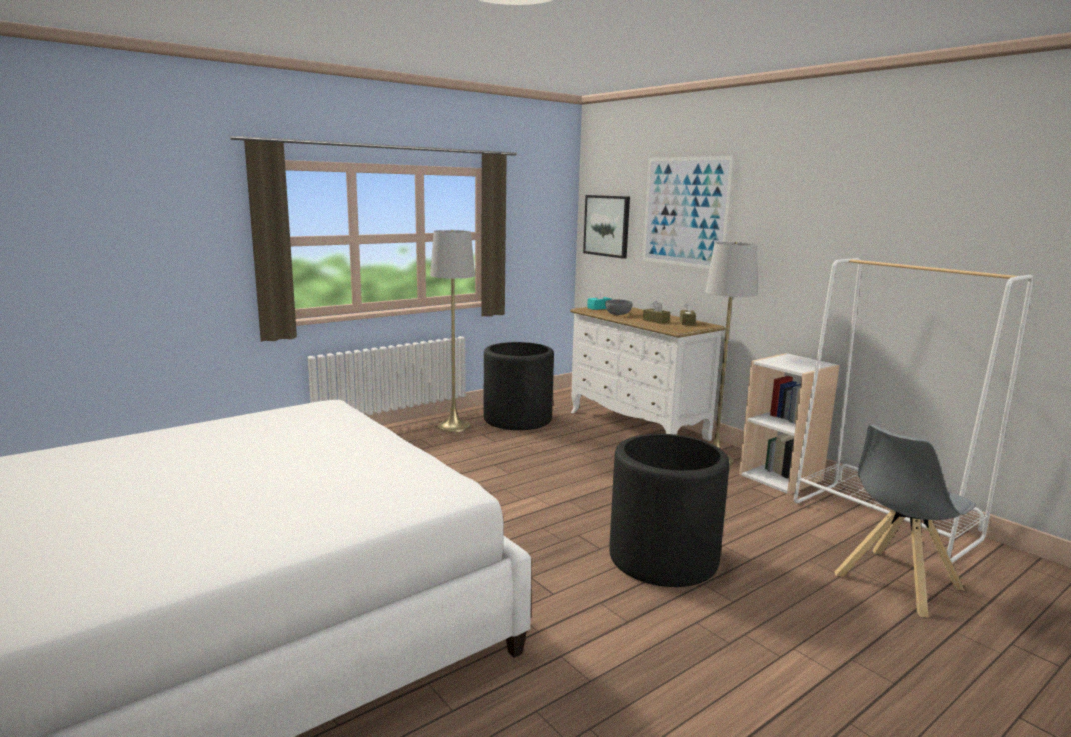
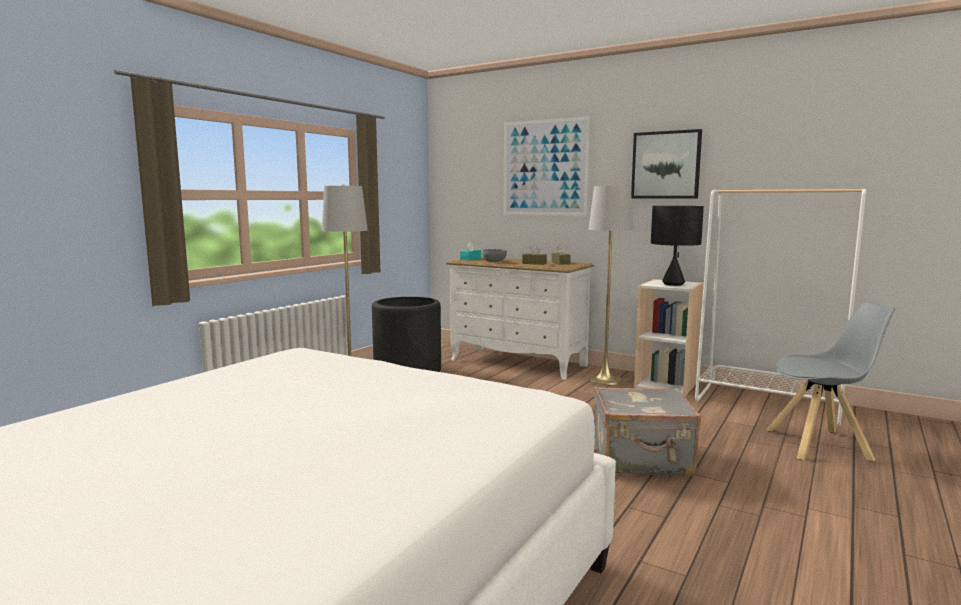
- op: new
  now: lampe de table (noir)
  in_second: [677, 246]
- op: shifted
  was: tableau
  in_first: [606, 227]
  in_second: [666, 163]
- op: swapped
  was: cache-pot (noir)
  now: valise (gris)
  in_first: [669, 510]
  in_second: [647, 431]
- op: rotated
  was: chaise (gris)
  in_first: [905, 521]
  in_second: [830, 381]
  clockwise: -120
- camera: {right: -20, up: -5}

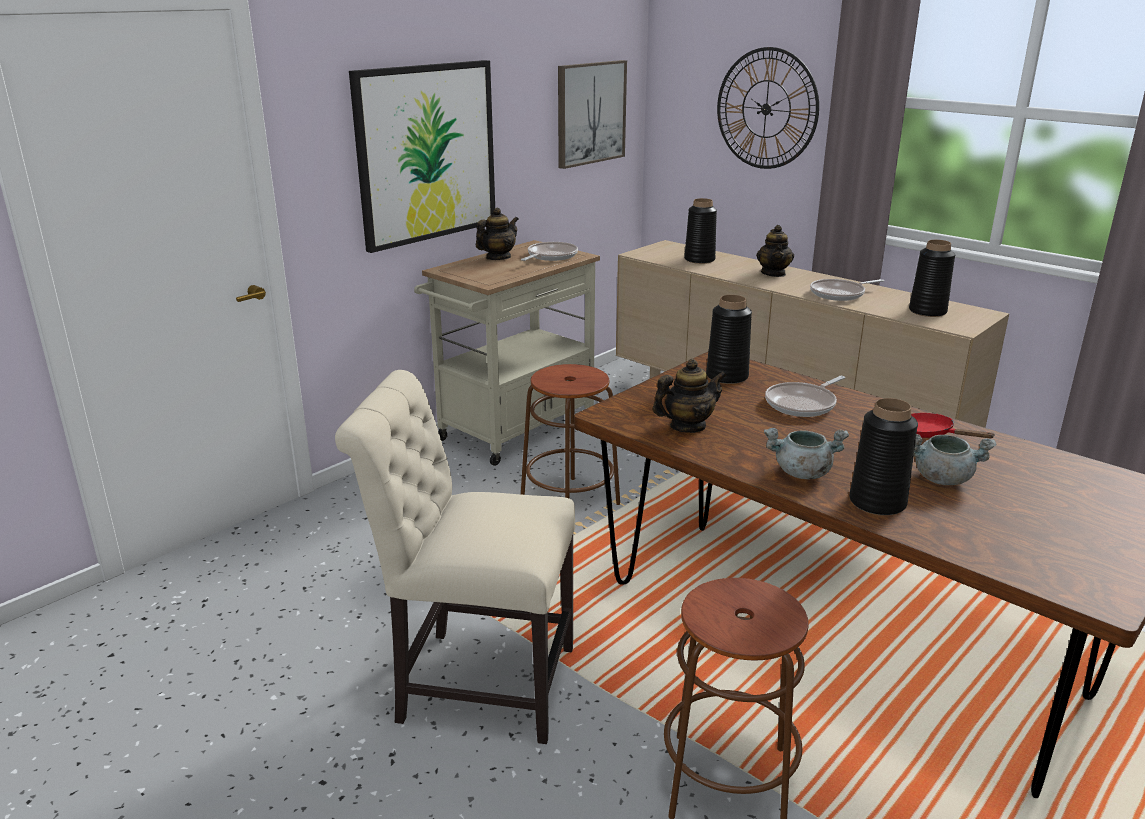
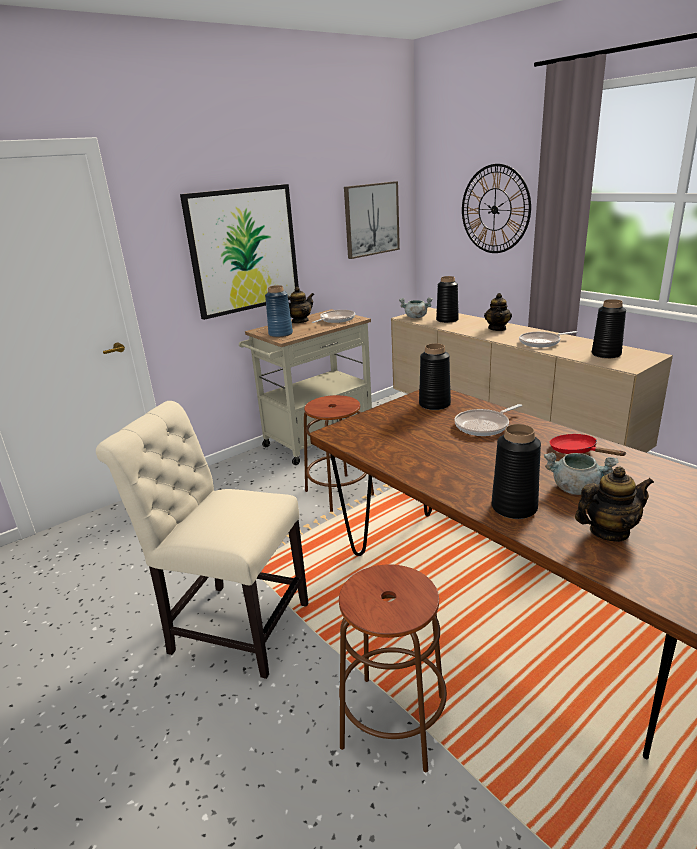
- op: new
  now: vase (bleu)
  in_second: [279, 311]
- op: shifted
  was: théière
  in_first: [689, 396]
  in_second: [614, 504]
- op: shifted
  was: marmite (gris)
  in_first: [806, 453]
  in_second: [416, 308]
- camera: {right: 10, up: 0}

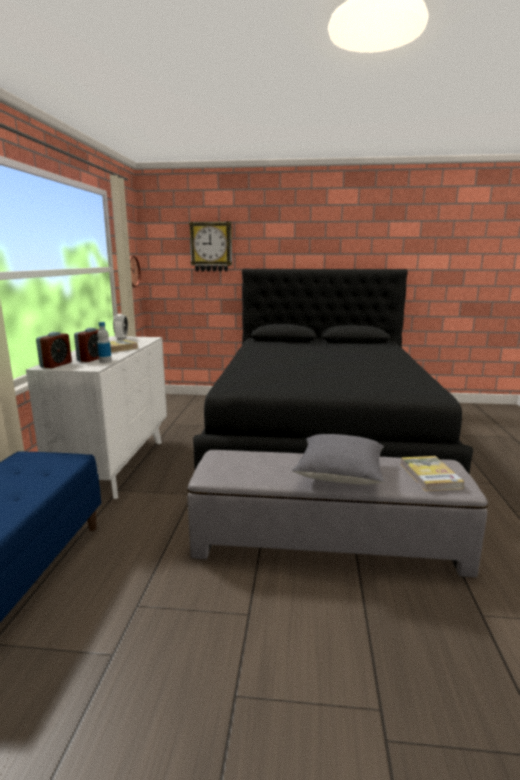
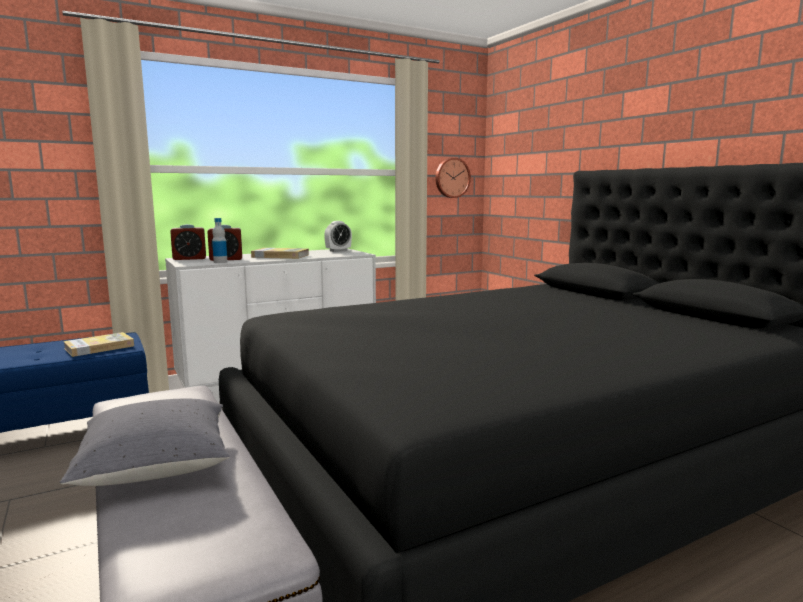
- op: gone
  was: horloge murale
  in_first: [210, 246]
- op: shifted
  was: livre
  in_first: [432, 473]
  in_second: [98, 344]
- camera: {right: 55, up: -5}

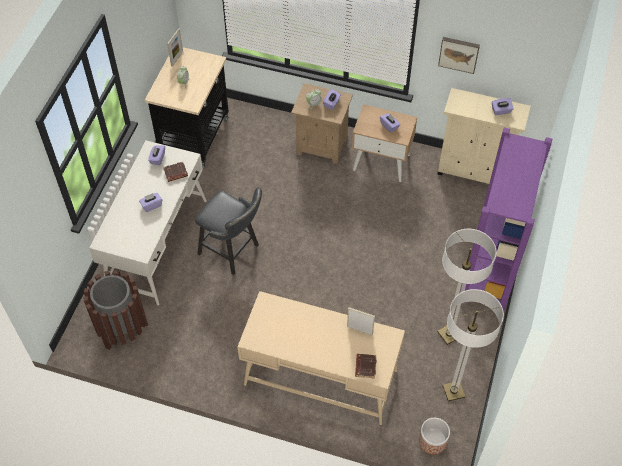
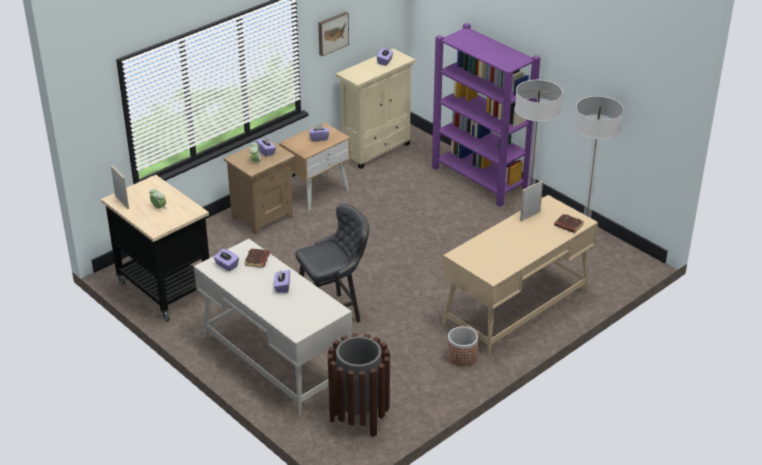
- op: shifted
  was: cache-pot
  in_first: [434, 436]
  in_second: [462, 346]
- camera: {right: -60, up: -20}

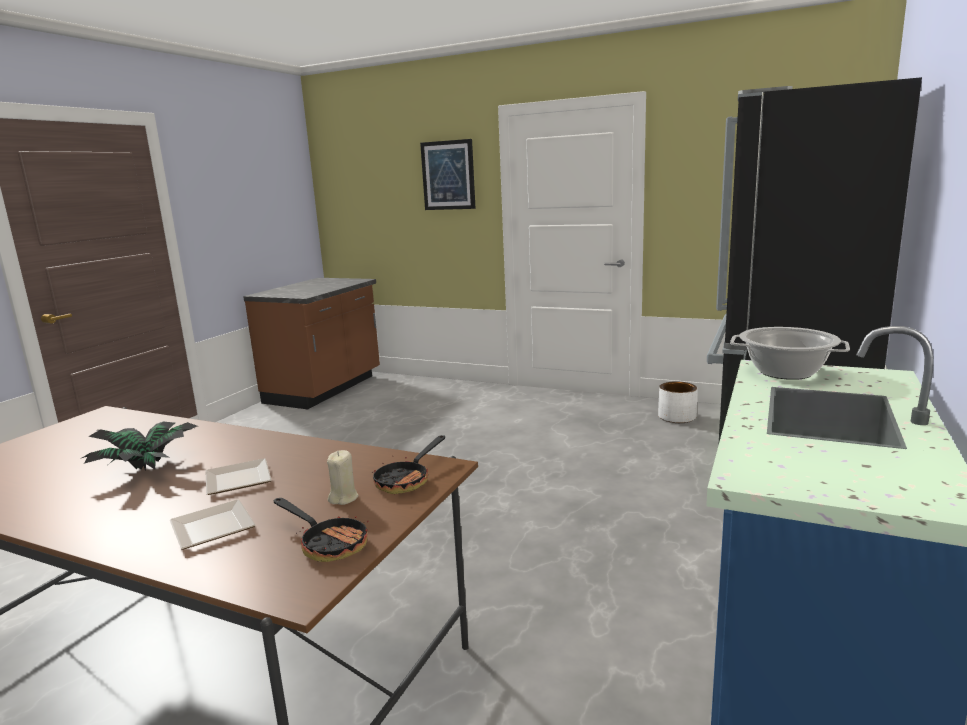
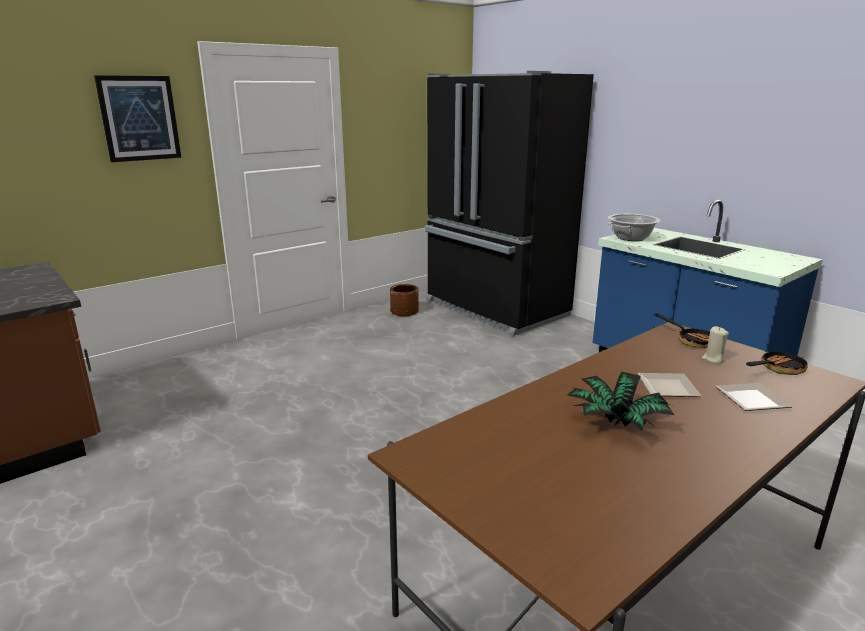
- op: repainted
  was: cache-pot (blanc)
  now: cache-pot (marron)
  in_first: [677, 402]
  in_second: [404, 300]
- camera: {right: -65, up: 5}

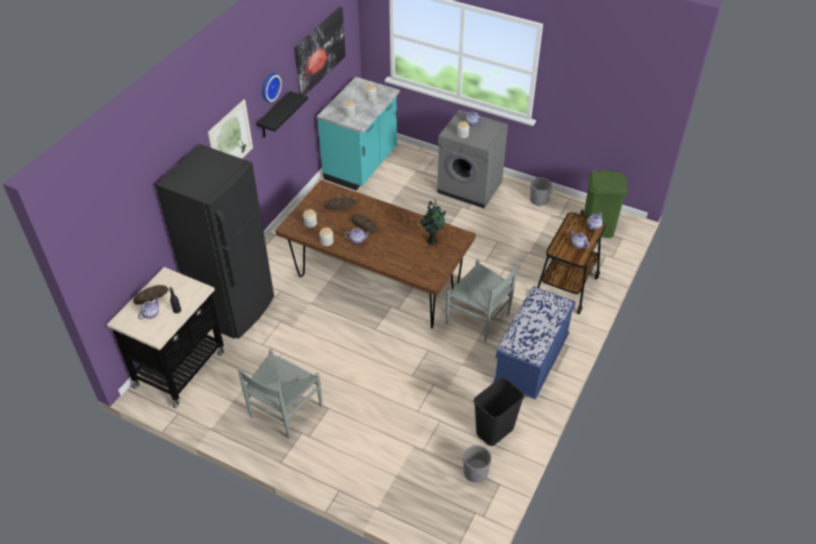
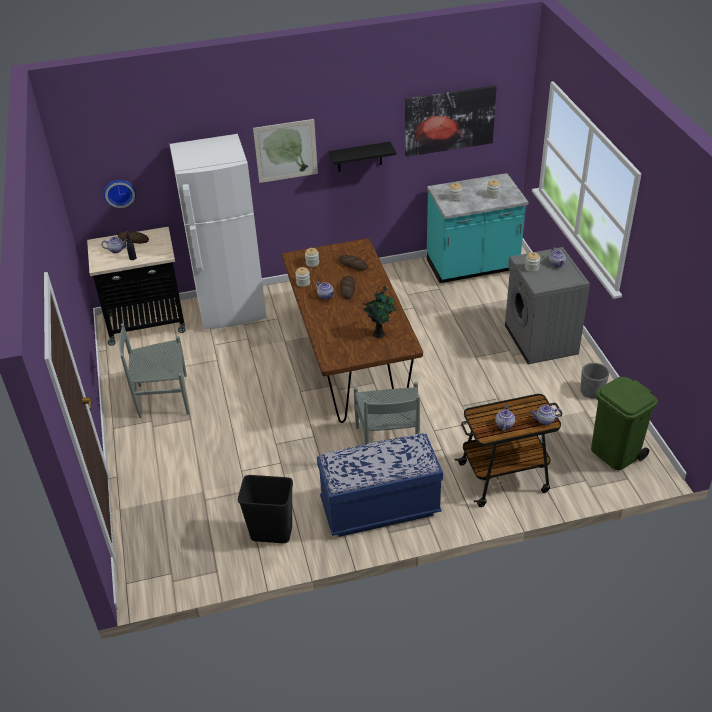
- op: gone
  was: cache-pot (gris)
  in_first: [477, 464]
- op: shifted
  was: horloge murale
  in_first: [272, 88]
  in_second: [119, 194]
- op: repainted
  was: réfrigérateur (noir)
  now: réfrigérateur (blanc)
  in_first: [214, 241]
  in_second: [218, 231]
- camera: {right: 50, up: -5}

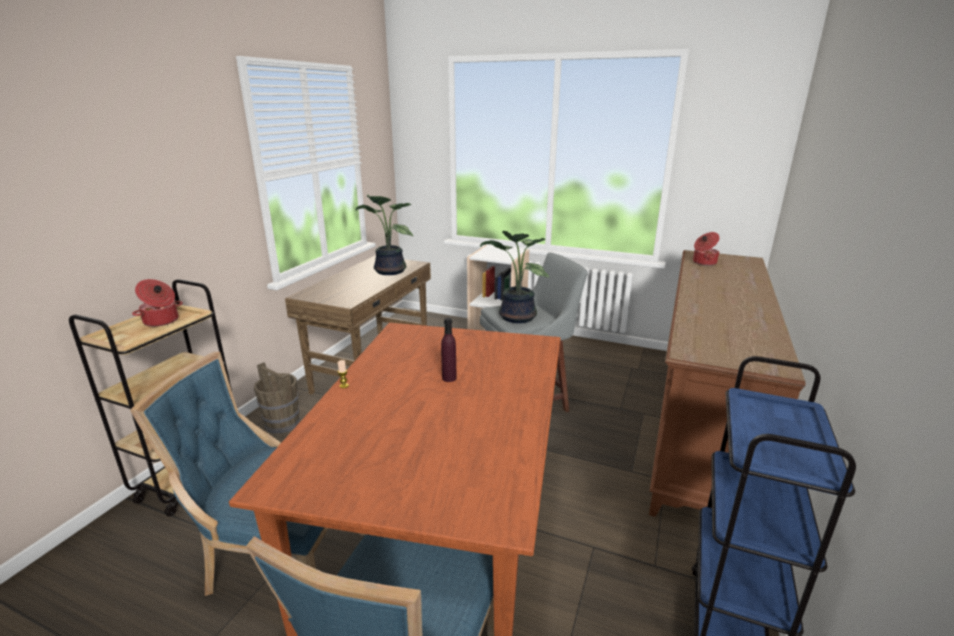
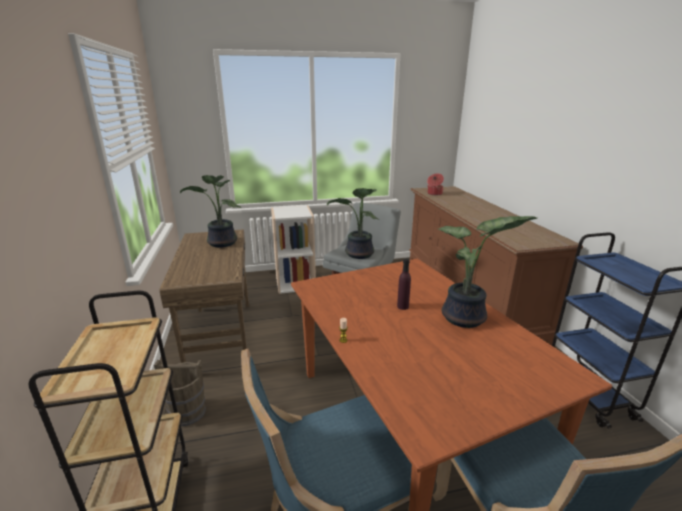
- op: gone
  was: marmite
  in_first: [157, 303]
- op: new
  now: plante en pot
  in_second: [487, 272]
- camera: {right: -35, up: 0}

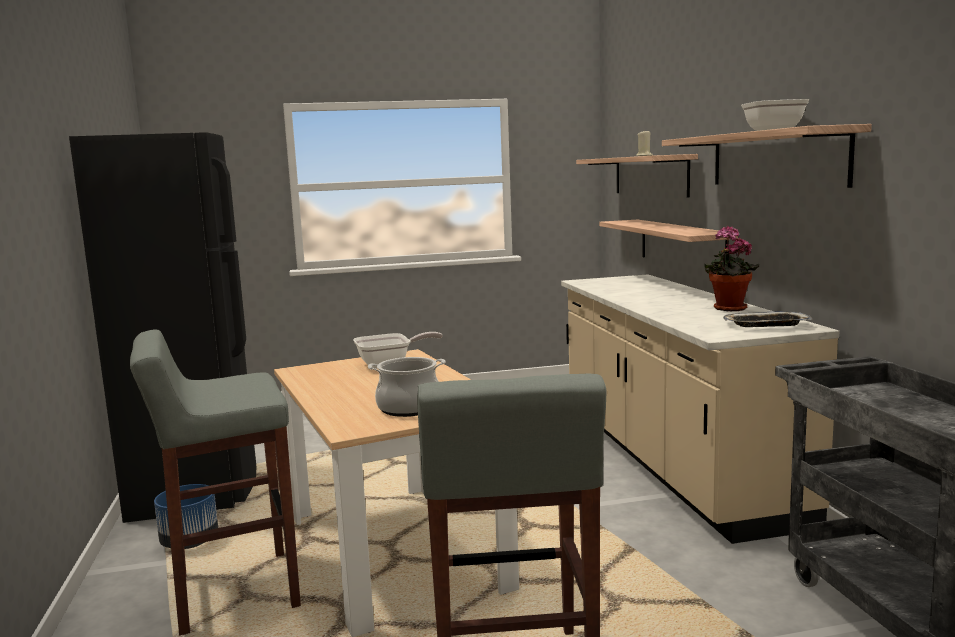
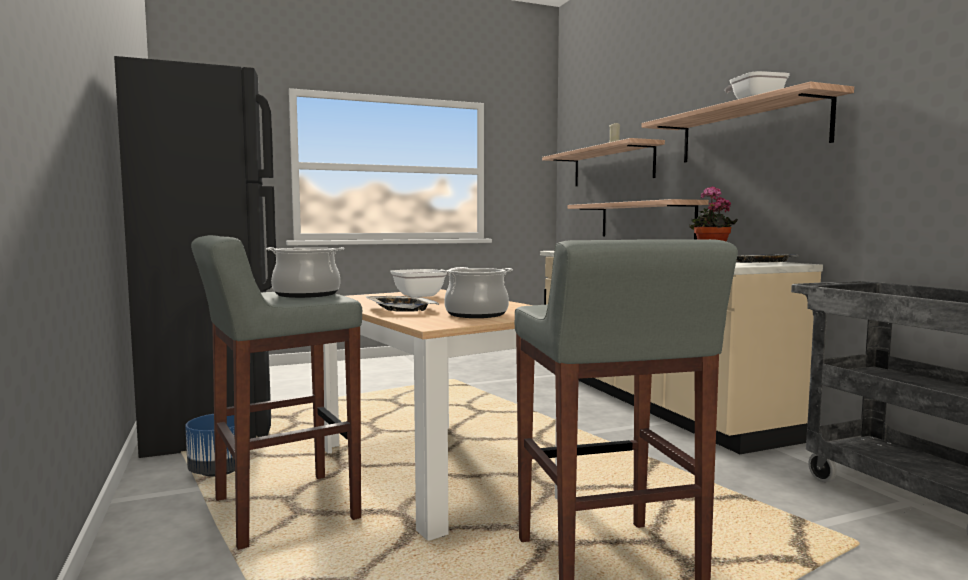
- op: new
  now: marmite
  in_second: [305, 272]
- op: new
  now: plateau
  in_second: [402, 304]
- camera: {right: -10, up: -5}

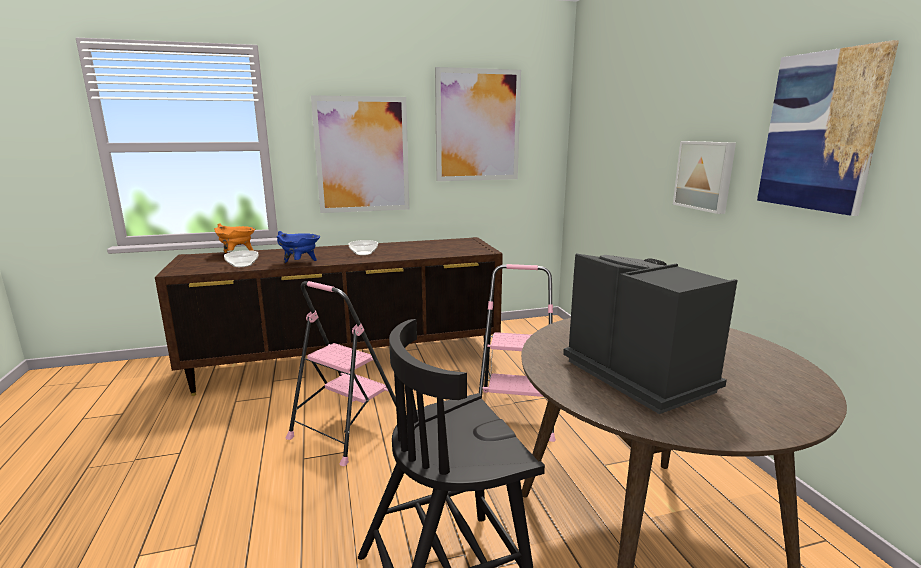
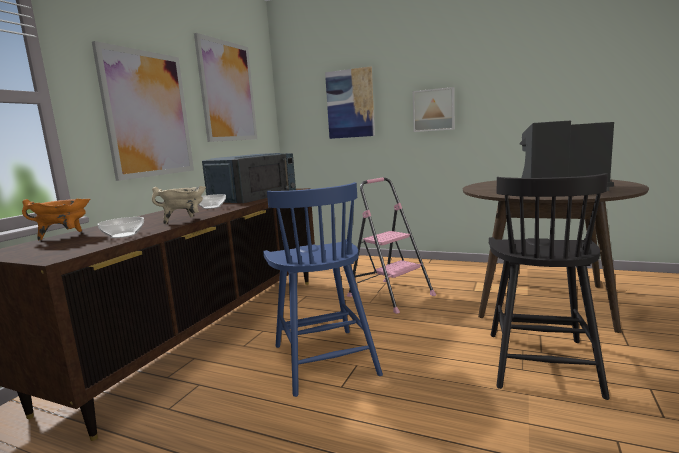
- op: new
  now: micro-ondes (bleu)
  in_second: [249, 178]
- op: shifted
  was: tableau
  in_first: [828, 128]
  in_second: [350, 102]
- op: swapped
  was: escabeau (rose)
  now: chaise (bleu)
  in_first: [341, 373]
  in_second: [323, 289]
- op: repainted
  was: marmite (bleu)
  now: marmite (beige)
  in_first: [298, 247]
  in_second: [179, 205]
- camera: {right: -50, up: -5}

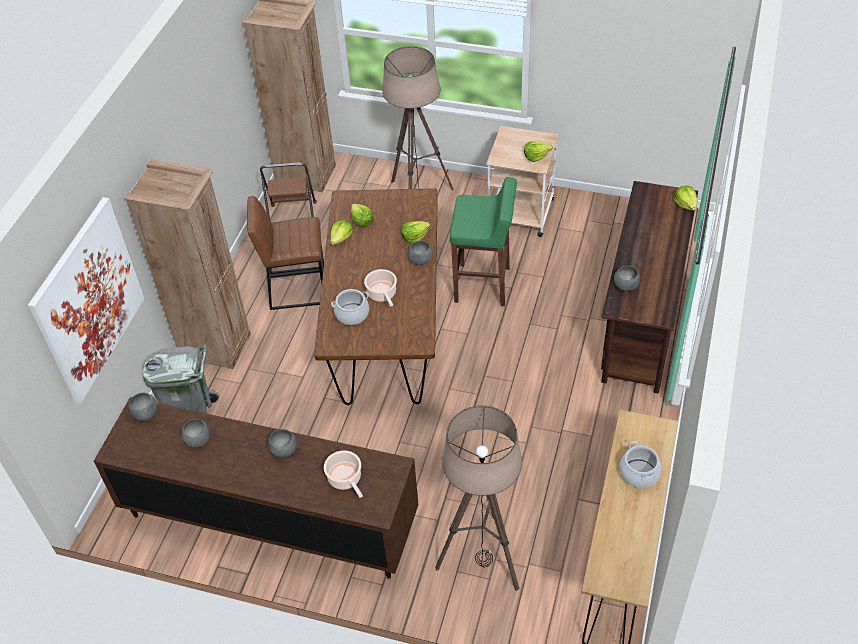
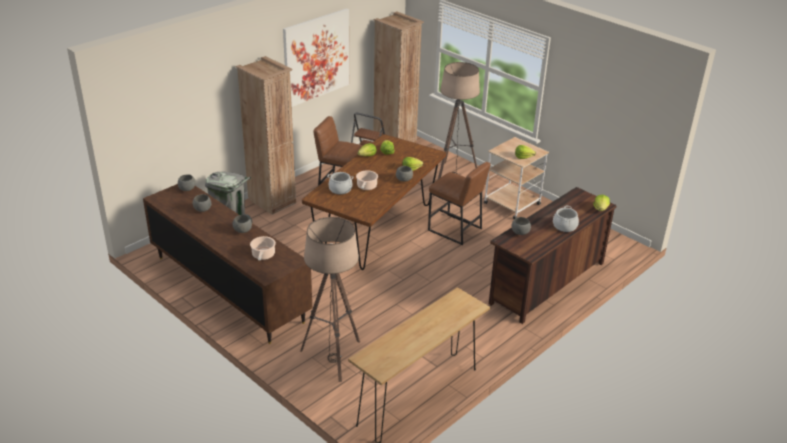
- op: shifted
  was: tableau
  in_first: [86, 300]
  in_second: [316, 57]
- op: shifted
  was: marmite
  in_first: [640, 464]
  in_second: [566, 219]
- op: swapped
  was: tabouret (vert)
  now: chaise (marron)
  in_first: [483, 241]
  in_second: [459, 203]
- camera: {right: 25, up: -15}

